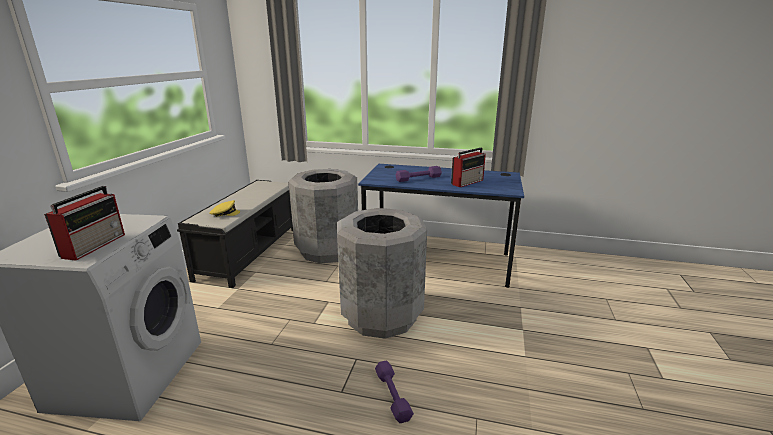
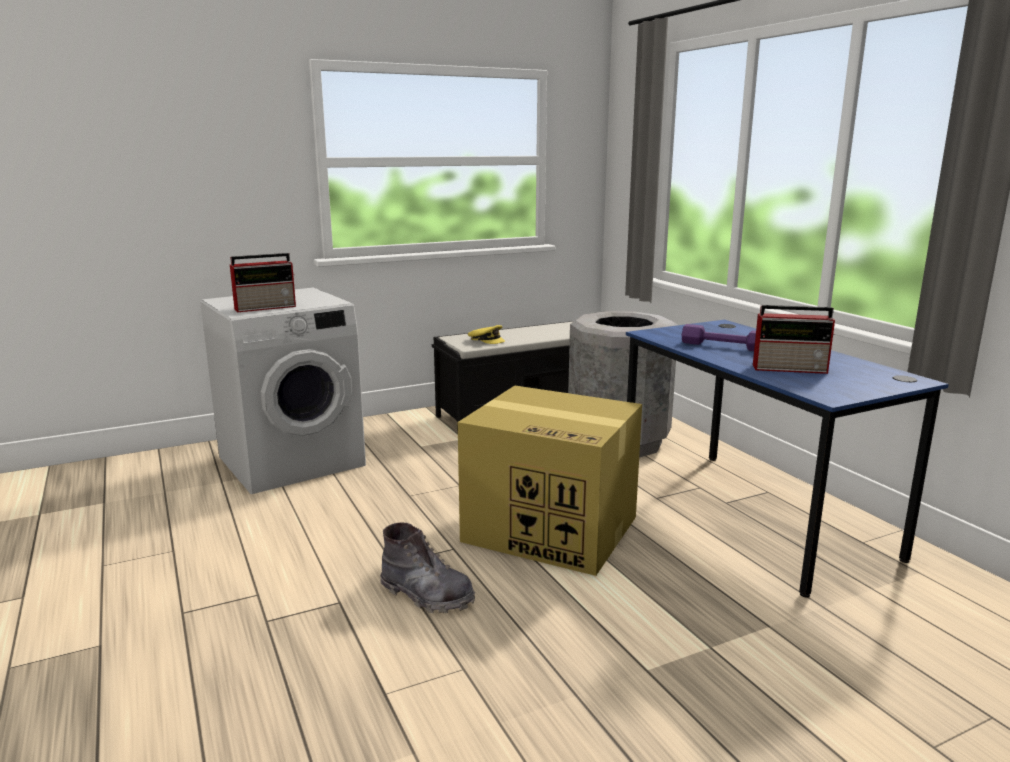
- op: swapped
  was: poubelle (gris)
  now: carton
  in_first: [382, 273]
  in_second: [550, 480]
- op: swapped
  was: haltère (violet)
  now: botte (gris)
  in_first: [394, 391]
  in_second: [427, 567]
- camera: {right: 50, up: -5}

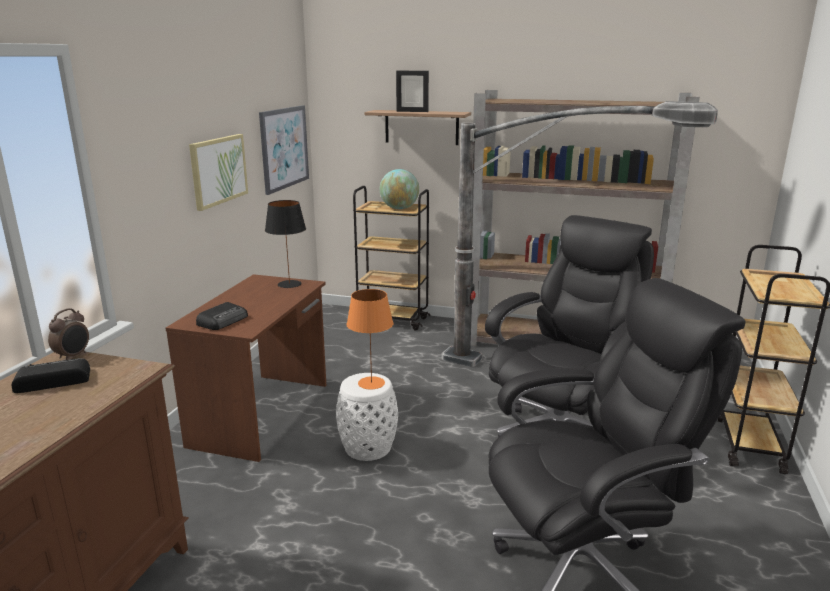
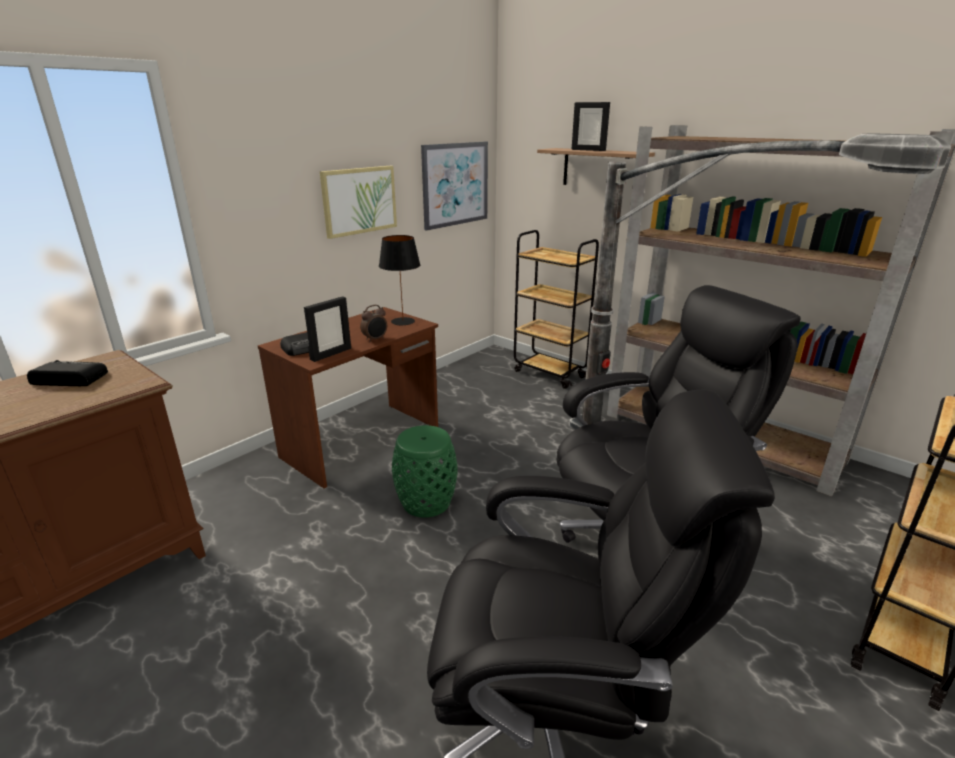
- op: gone
  was: lampe de table (orange)
  in_first: [369, 339]
- op: gone
  was: globe
  in_first: [399, 189]
- op: new
  now: cadre photo
  in_second: [327, 329]
- op: shifted
  was: réveil
  in_first: [68, 334]
  in_second: [373, 323]
- op: repainted
  was: tabouret (blanc)
  now: tabouret (vert)
  in_first: [367, 417]
  in_second: [425, 471]
- camera: {right: 25, up: 5}

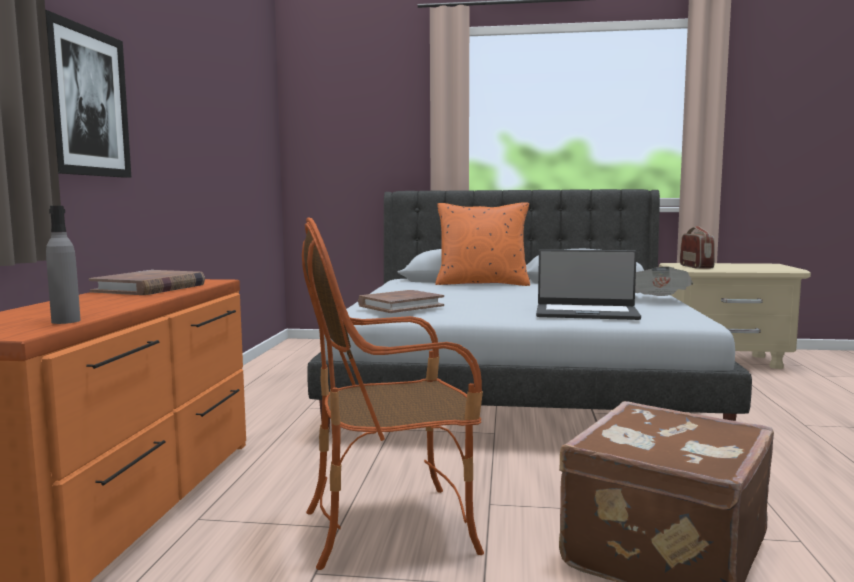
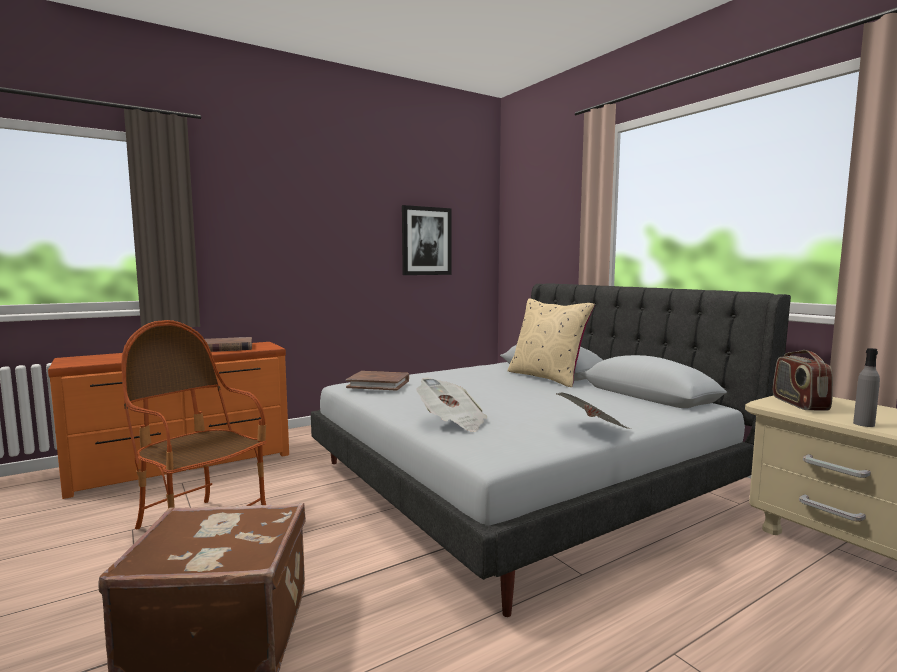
- op: shifted
  was: tableau
  in_first: [88, 94]
  in_second: [426, 240]
- op: shifted
  was: bouteille (gris)
  in_first: [63, 265]
  in_second: [866, 387]
- op: swapped
  was: ordinateur portable
  now: journal
  in_first: [588, 284]
  in_second: [452, 405]
- op: repainted
  was: coussin (orange)
  now: coussin (beige)
  in_first: [482, 244]
  in_second: [551, 343]
- op: rotated
  was: radio
  in_first: [697, 247]
  in_second: [803, 380]
  clockwise: 135
- camera: {right: 50, up: 0}

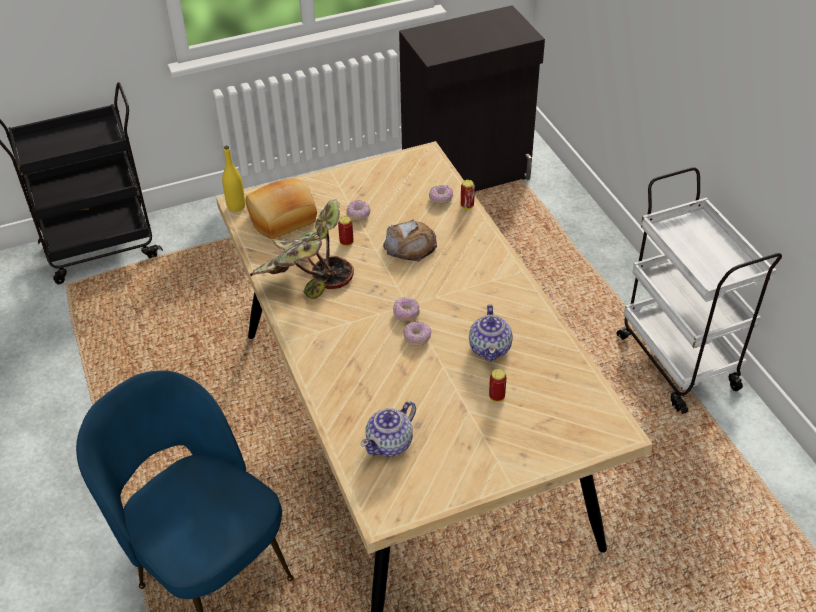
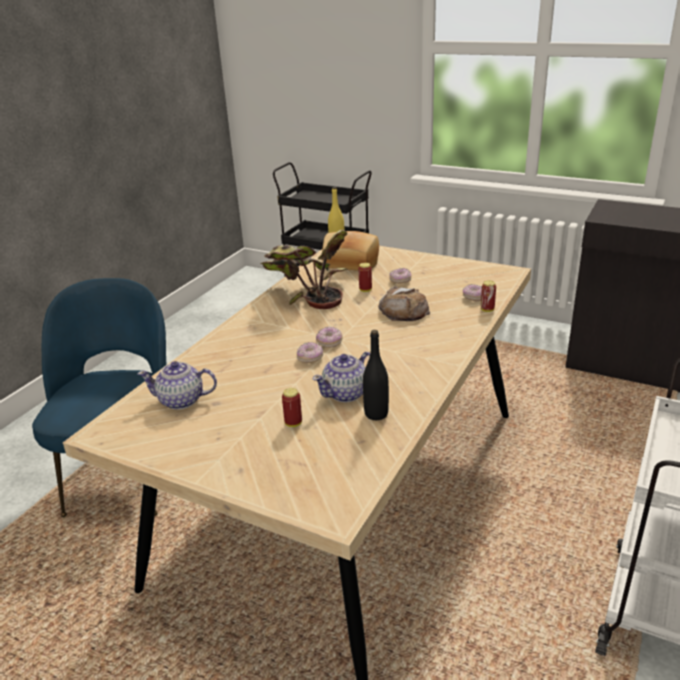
- op: new
  now: bouteille (noir)
  in_second: [376, 375]
- camera: {right: 50, up: -15}

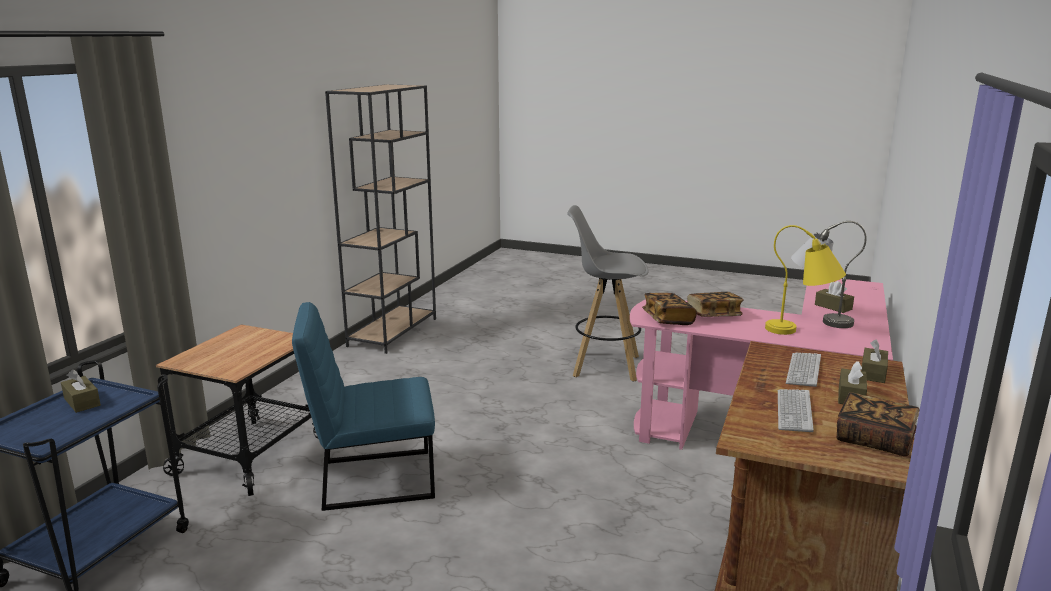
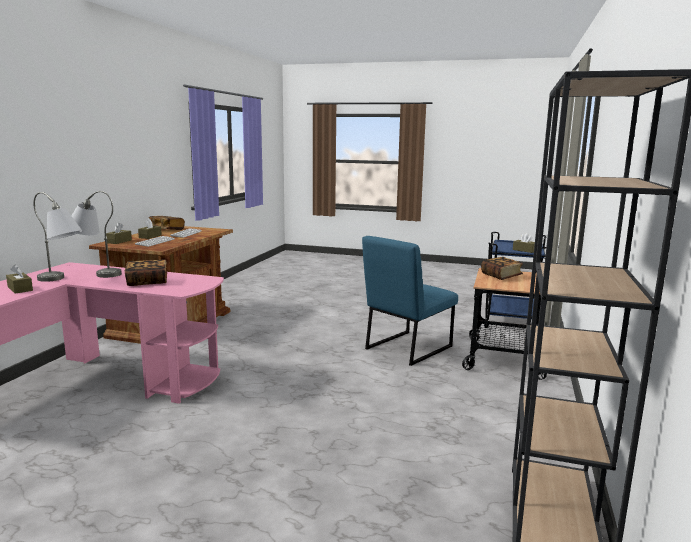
- op: gone
  was: tabouret (gris)
  in_first: [608, 293]
- op: shifted
  was: livre
  in_first: [669, 309]
  in_second: [502, 268]
- op: repainted
  was: lampe de table (jaune)
  now: lampe de table (gris)
  in_first: [805, 280]
  in_second: [97, 234]
- op: rotated
  was: chaise (bleu)
  in_first: [363, 406]
  in_second: [410, 301]
  clockwise: 150
- camera: {right: 175, up: -5}

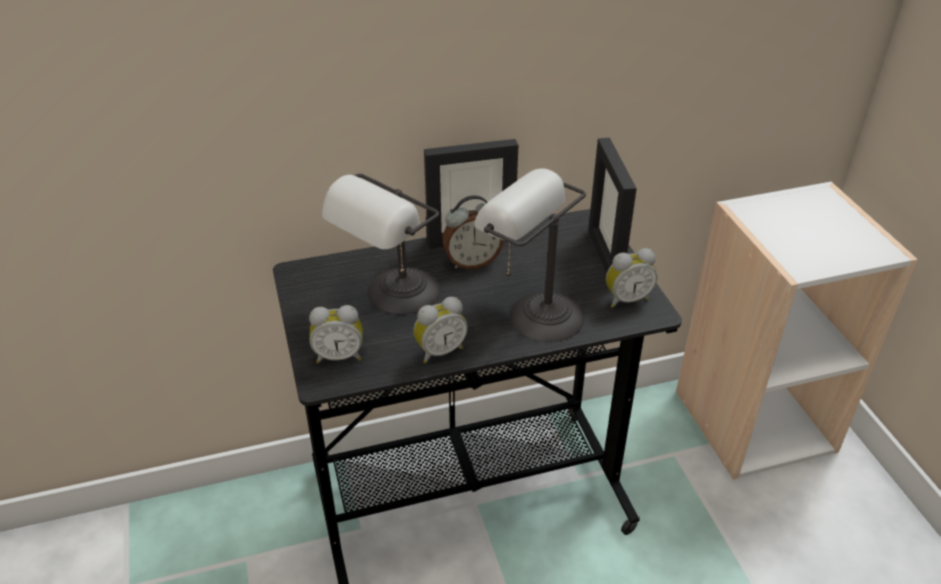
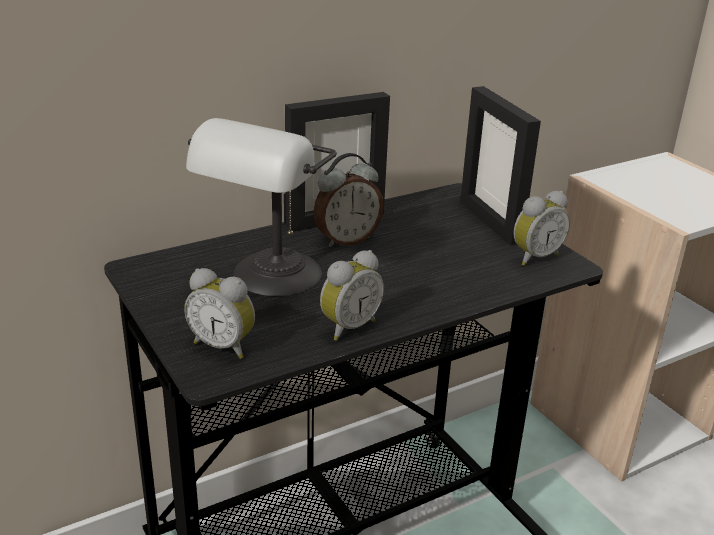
- op: gone
  was: lampe de table
  in_first: [530, 255]
- op: rotated
  was: réveil
  in_first: [335, 334]
  in_second: [220, 313]
  clockwise: 45
- camera: {right: -15, up: -10}

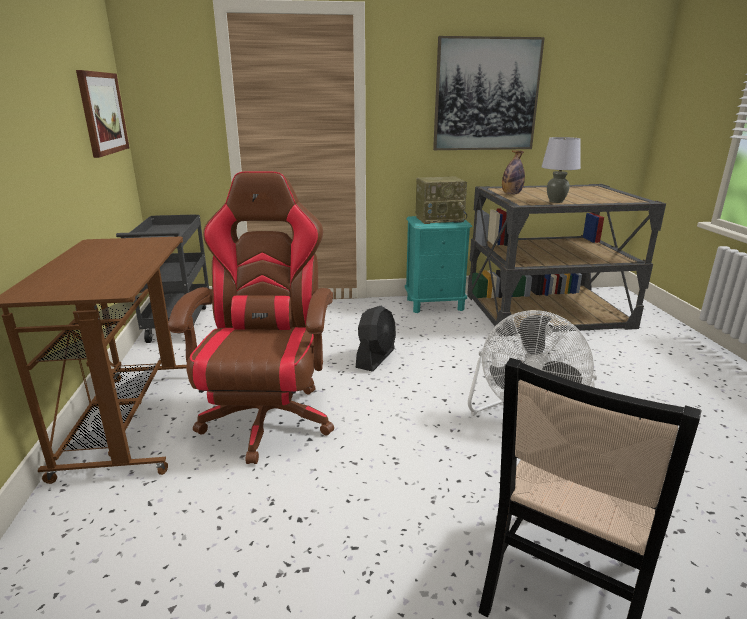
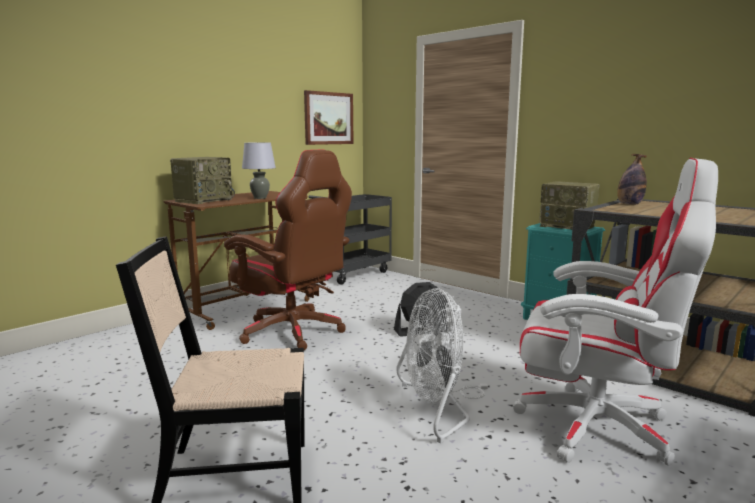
- op: gone
  was: tableau
  in_first: [489, 93]
- op: new
  now: radio
  in_second: [202, 180]
- op: new
  now: chaise de bureau (blanc)
  in_second: [615, 312]
- op: shifted
  was: lampe de table (gris)
  in_first: [561, 170]
  in_second: [259, 171]
- op: rotated
  was: chaise de bureau (marron)
  in_first: [251, 317]
  in_second: [288, 249]
  clockwise: 75
- camera: {right: 50, up: -10}

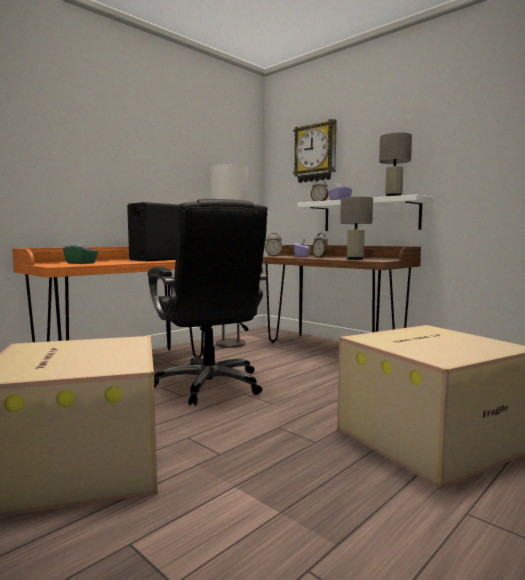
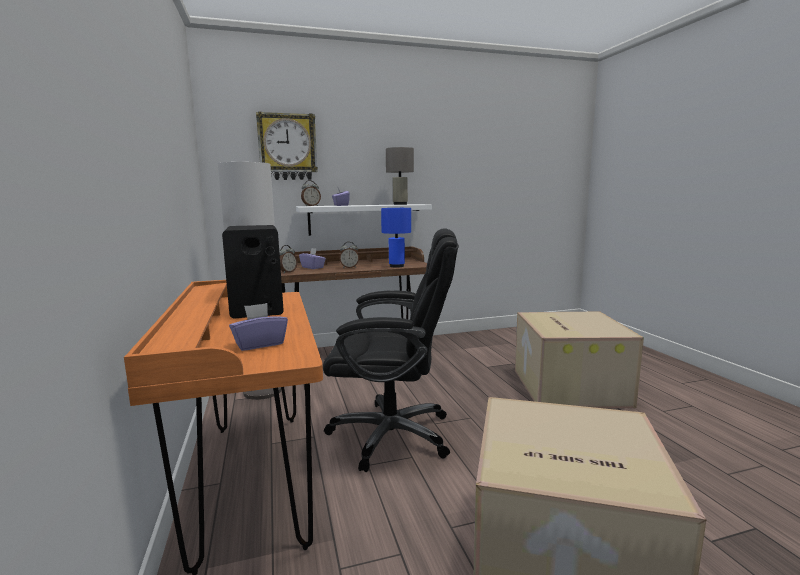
- op: repainted
  was: boîte à mouchoirs (vert)
  now: boîte à mouchoirs (violet)
  in_first: [80, 252]
  in_second: [258, 327]
- op: repainted
  was: lampe de table (gris)
  now: lampe de table (bleu)
  in_first: [356, 228]
  in_second: [396, 238]
- camera: {right: -60, up: 5}

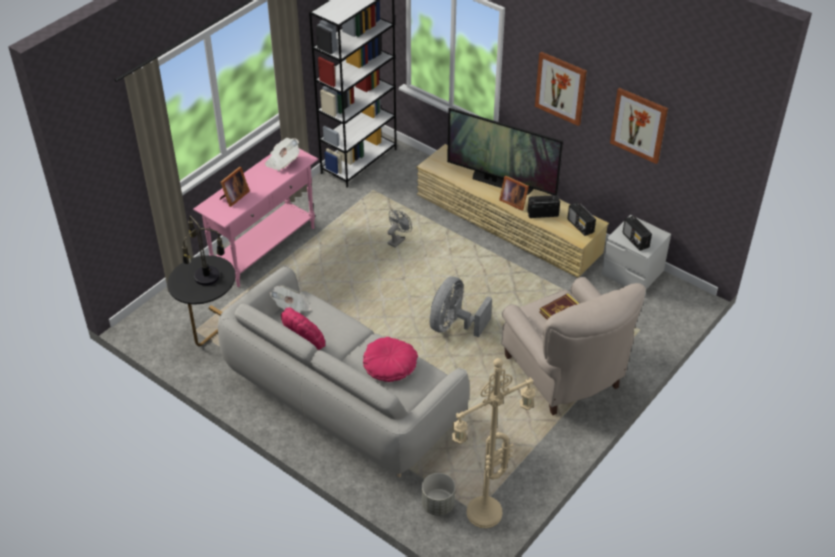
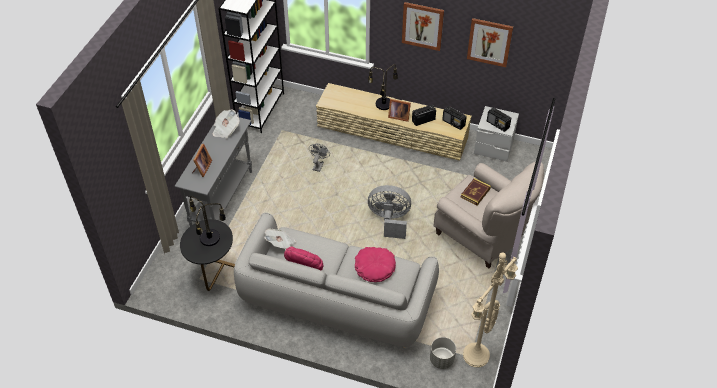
- op: swapped
  was: téléviseur
  now: lampe de table
  in_first: [505, 151]
  in_second: [383, 87]
- op: repainted
  was: table console (rose)
  now: table console (gris)
  in_first: [255, 218]
  in_second: [213, 171]
- op: rotated
  was: ventilateur (gris)
  in_first: [461, 306]
  in_second: [389, 212]
  clockwise: 90
- camera: {right: -20, up: 5}

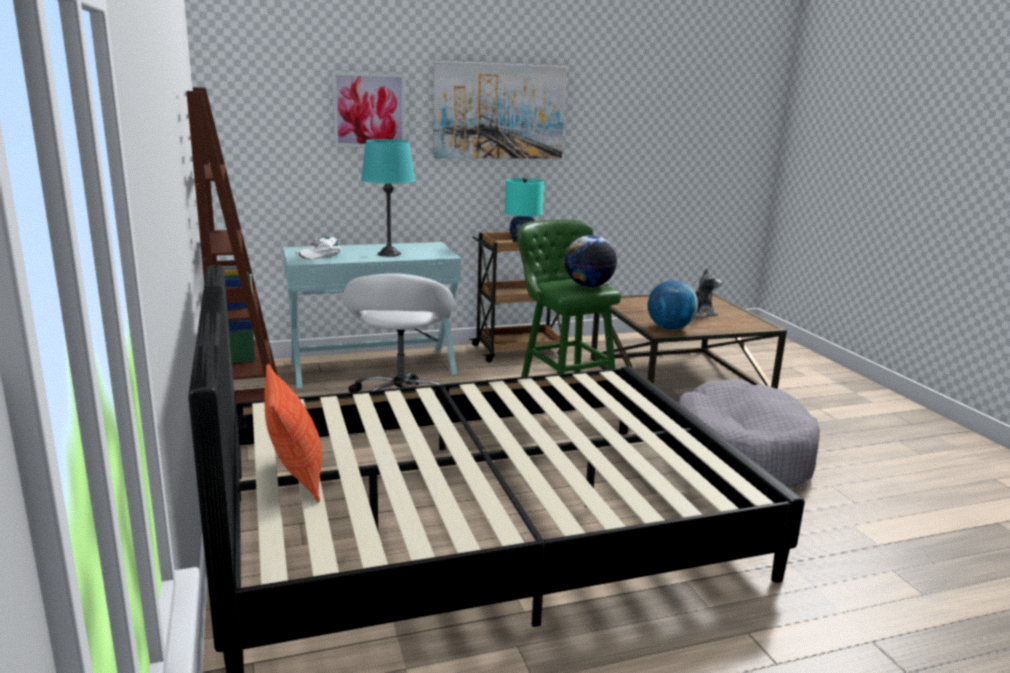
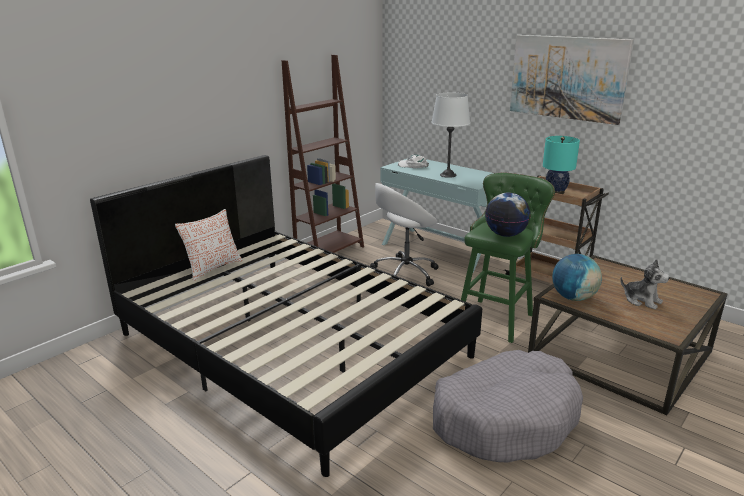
- op: gone
  was: tableau
  in_first: [369, 109]
- op: repainted
  was: coussin (orange)
  now: coussin (blanc)
  in_first: [293, 433]
  in_second: [208, 245]
- op: repainted
  was: lampe de table (turquoise)
  now: lampe de table (blanc)
  in_first: [388, 198]
  in_second: [450, 135]
- camera: {right: 60, up: 5}

